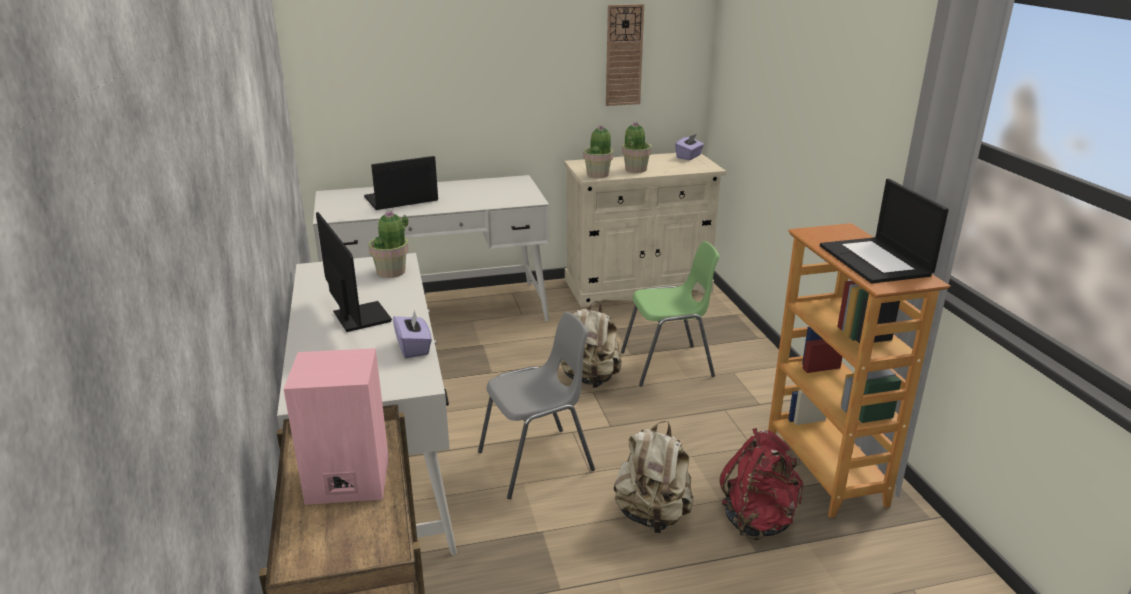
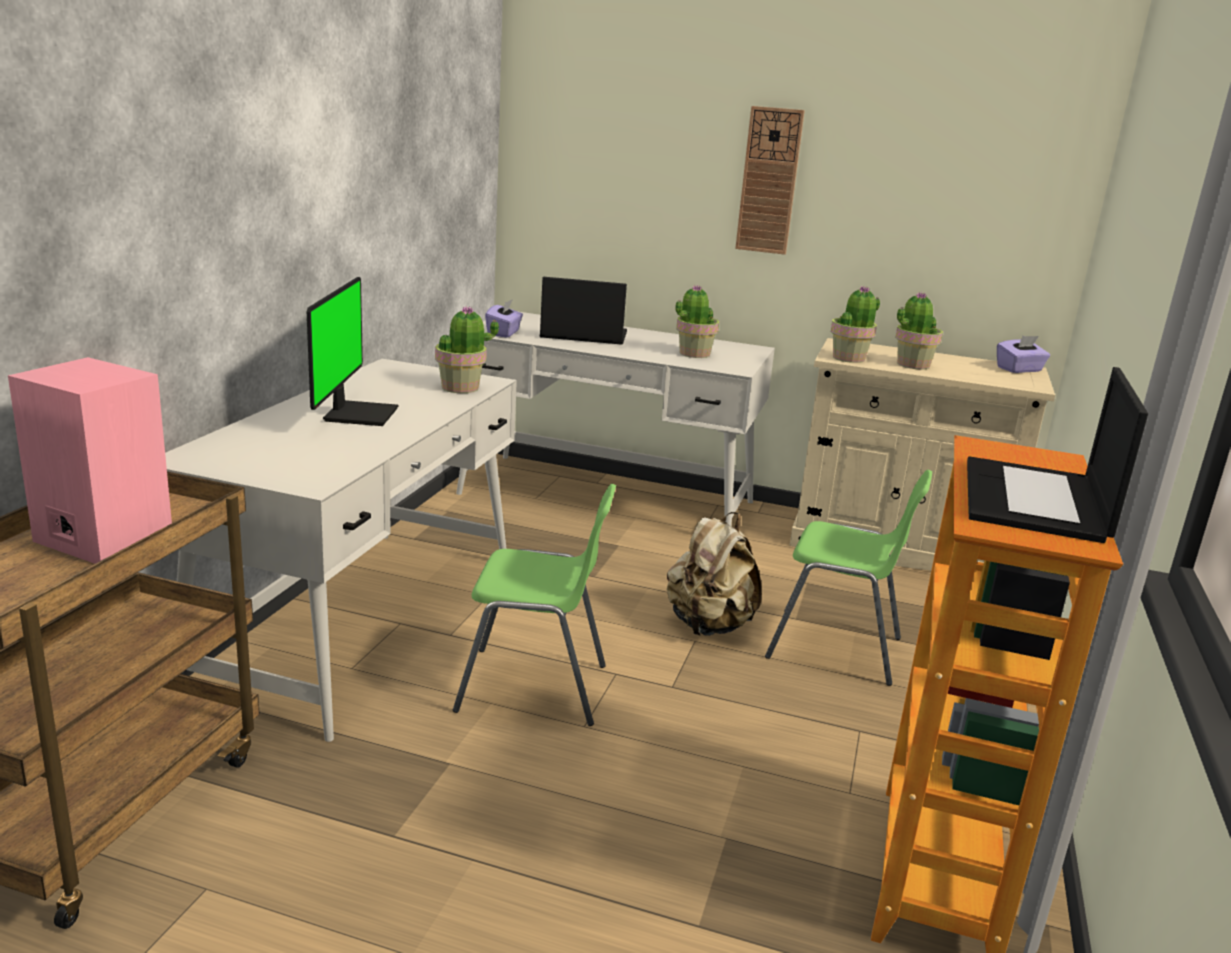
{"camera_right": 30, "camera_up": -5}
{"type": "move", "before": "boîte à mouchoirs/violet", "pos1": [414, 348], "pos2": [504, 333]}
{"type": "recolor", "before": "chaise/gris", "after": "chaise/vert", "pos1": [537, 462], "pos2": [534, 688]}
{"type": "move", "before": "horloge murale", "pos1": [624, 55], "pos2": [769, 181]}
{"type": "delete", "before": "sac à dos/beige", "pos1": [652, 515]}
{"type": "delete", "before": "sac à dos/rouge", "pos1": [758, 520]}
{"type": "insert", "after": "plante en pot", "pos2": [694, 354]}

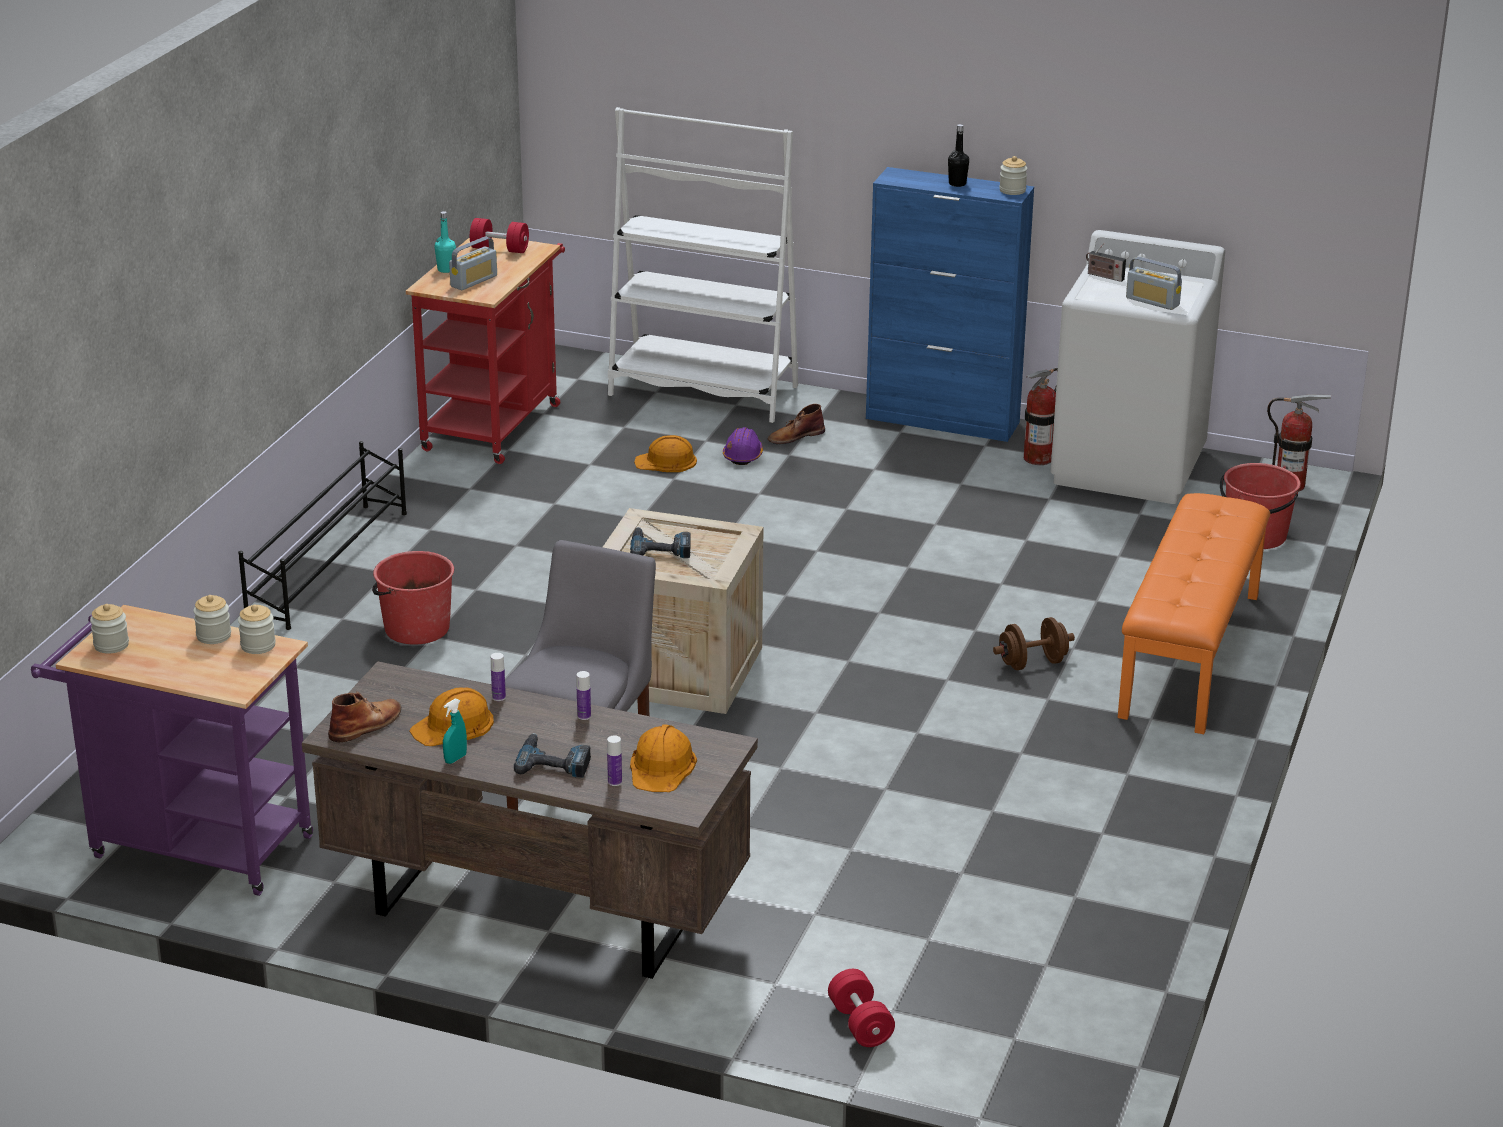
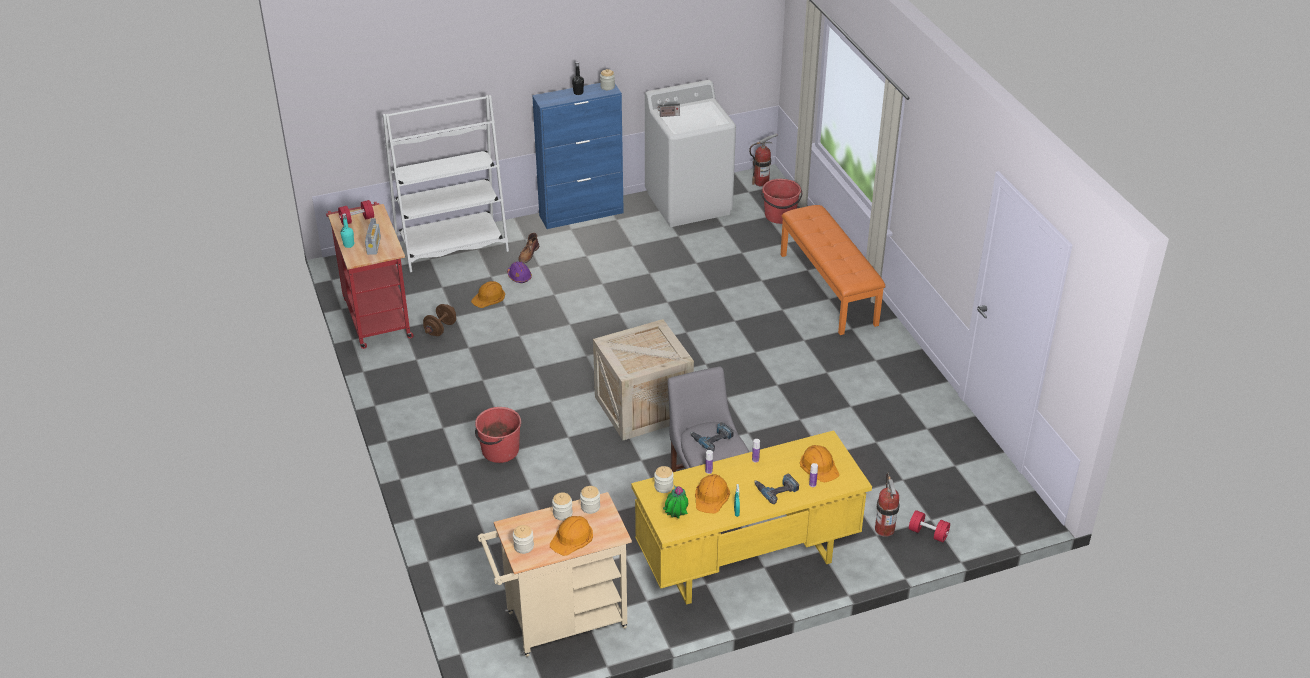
{"camera_right": -40, "camera_up": 10}
{"type": "recolor", "before": "chariot/violet", "after": "chariot/beige", "pos1": [190, 845], "pos2": [559, 623]}
{"type": "delete", "before": "étagère à chaussures/noir", "pos1": [329, 564]}
{"type": "recolor", "before": "bureau/marron", "after": "bureau/jaune", "pos1": [534, 912], "pos2": [746, 562]}
{"type": "replace", "before": "botte/marron", "after": "plante en pot", "pos1": [366, 724], "pos2": [676, 518]}
{"type": "move", "before": "perceuse", "pos1": [660, 548], "pos2": [712, 438]}
{"type": "move", "before": "haltère/marron", "pos1": [1032, 663], "pos2": [440, 329]}
{"type": "move", "before": "extincteur", "pos1": [1038, 458], "pos2": [884, 529]}
{"type": "delete", "before": "radio", "pos1": [1152, 301]}
{"type": "insert", "after": "casque de chantier/orange", "pos2": [572, 538]}
{"type": "insert", "after": "bocal", "pos2": [663, 486]}

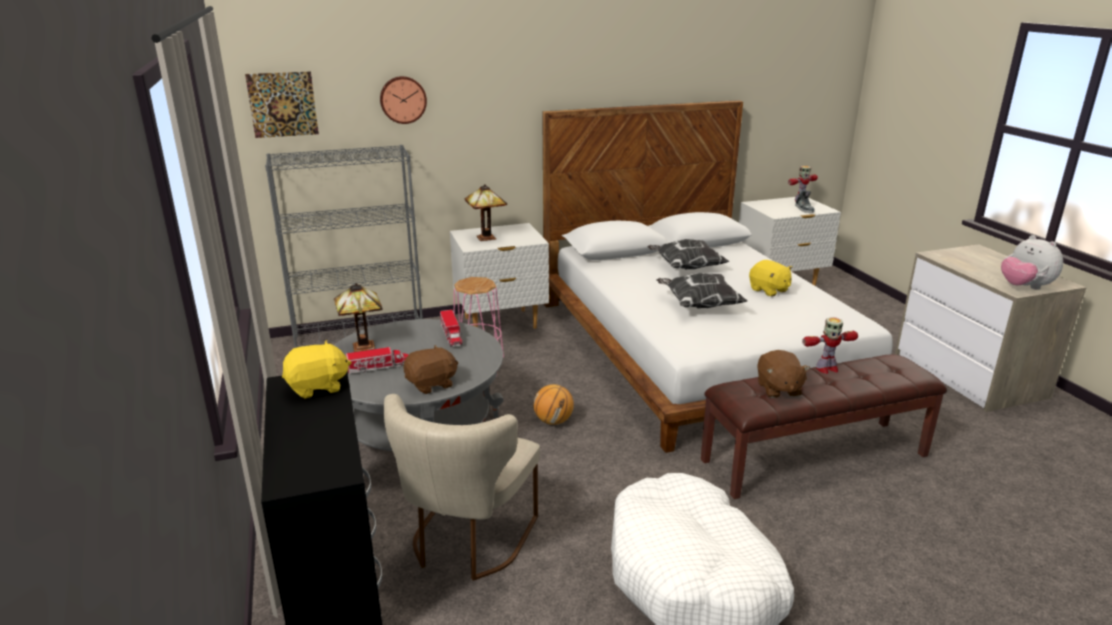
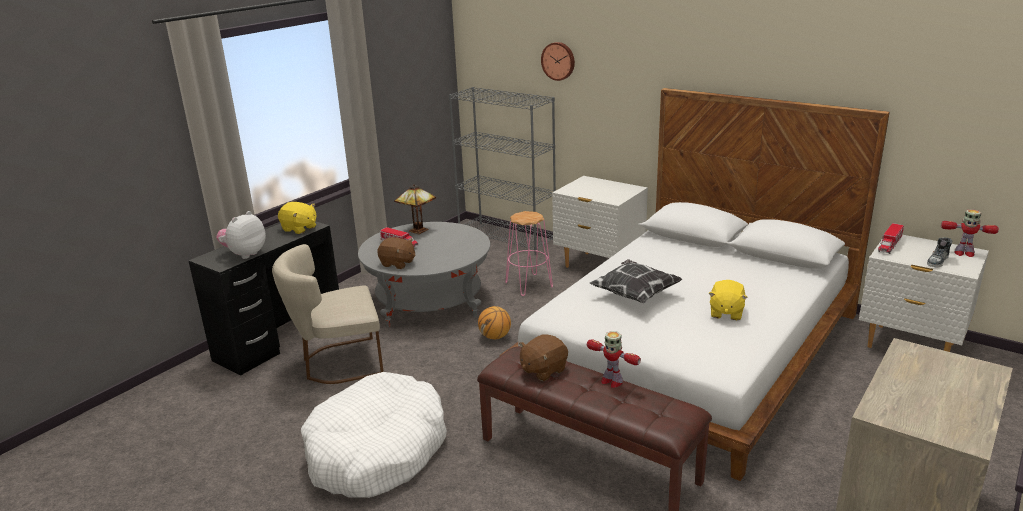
{"camera_right": 55, "camera_up": 0}
{"type": "delete", "before": "tableau", "pos1": [283, 104]}
{"type": "move", "before": "camion jouet", "pos1": [451, 335], "pos2": [889, 245]}
{"type": "delete", "before": "lampe de table", "pos1": [487, 237]}
{"type": "delete", "before": "coussin", "pos1": [686, 267]}
{"type": "move", "before": "peluche", "pos1": [1024, 287], "pos2": [245, 254]}

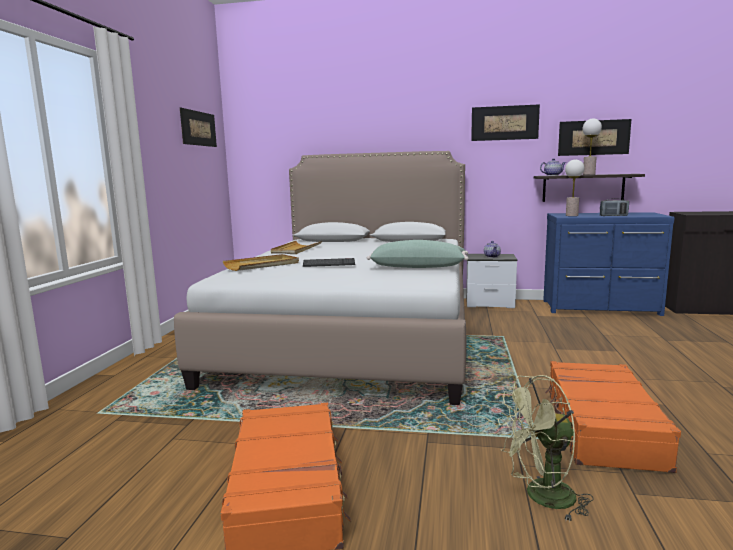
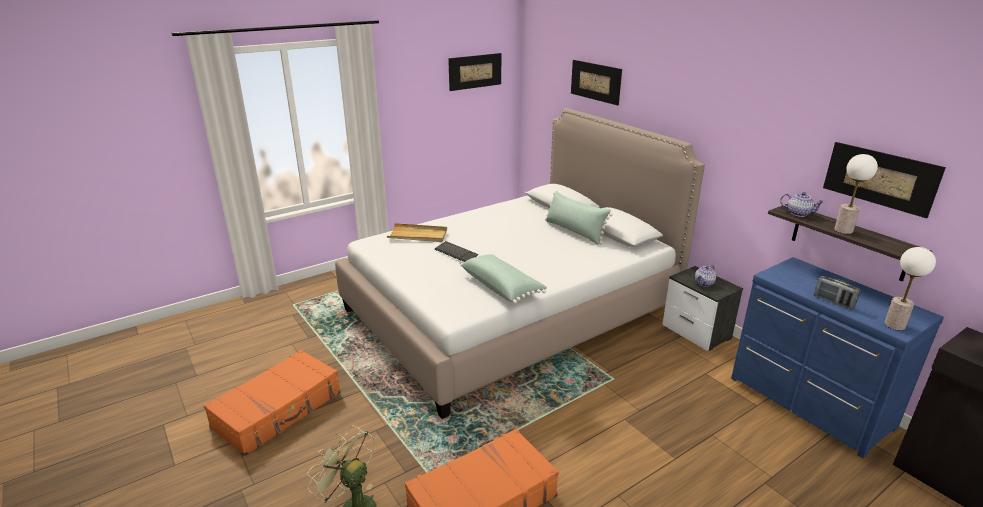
{"camera_right": 45, "camera_up": 15}
{"type": "delete", "before": "plateau/beige", "pos1": [296, 249]}
{"type": "move", "before": "tableau", "pos1": [504, 123], "pos2": [595, 81]}
{"type": "move", "before": "lampe de table", "pos1": [571, 215], "pos2": [894, 325]}
{"type": "insert", "after": "coussin/vert", "pos2": [574, 231]}

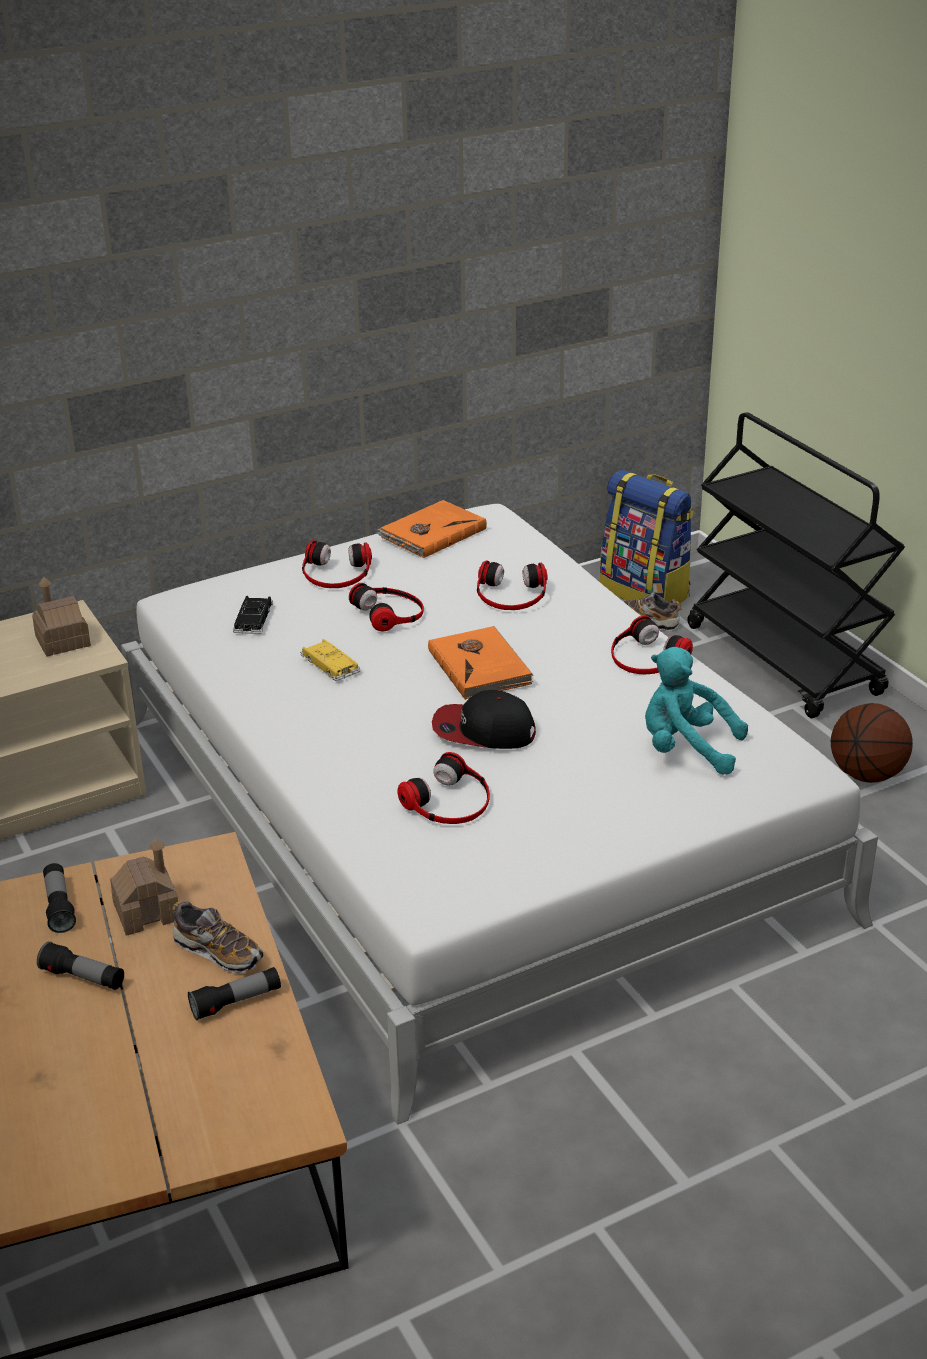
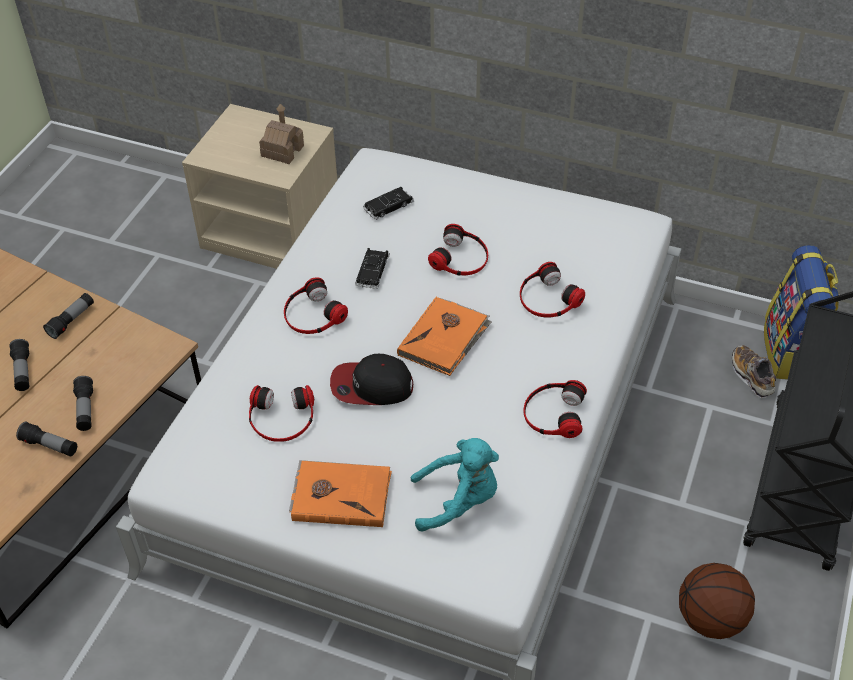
{"camera_right": 50, "camera_up": 15}
{"type": "delete", "before": "maison miniature", "pos1": [146, 911]}
{"type": "replace", "before": "chaussure", "after": "lampe de poche", "pos1": [218, 952], "pos2": [85, 409]}
{"type": "recolor", "before": "petite voiture/jaune", "after": "petite voiture/noir", "pos1": [330, 665], "pos2": [372, 271]}
{"type": "move", "before": "casque audio", "pos1": [336, 573], "pos2": [312, 314]}
{"type": "move", "before": "livre/orange", "pos1": [431, 533], "pos2": [341, 495]}
{"type": "rotate", "before": "casquette", "pos1": [483, 731], "pos2": [371, 386], "turn": -60}
{"type": "rotate", "before": "peluche/turquoise", "pos1": [686, 749], "pos2": [458, 501], "turn": 105}

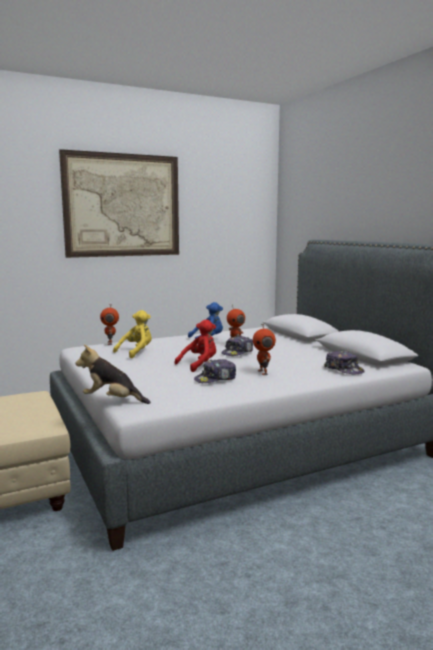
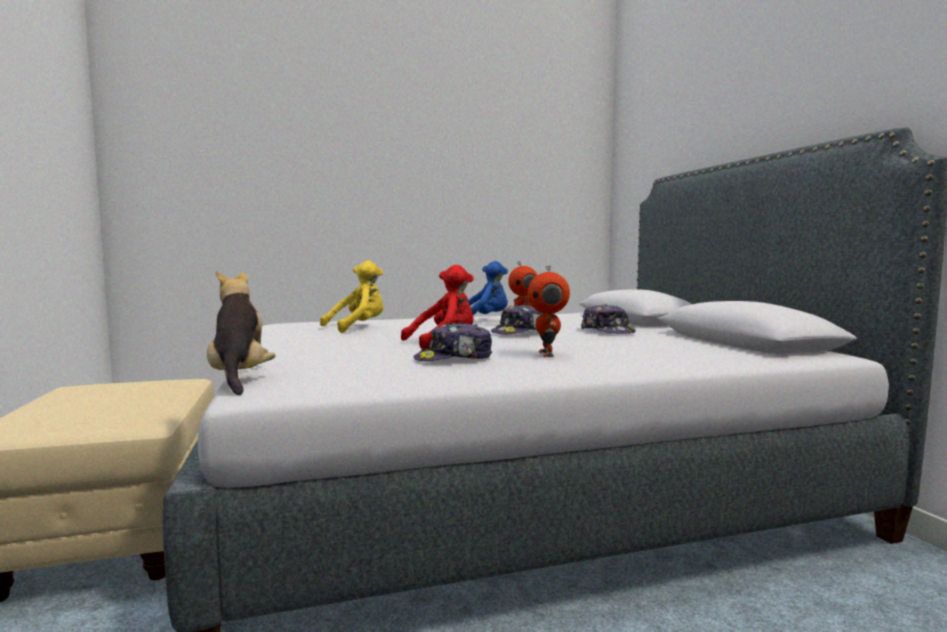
{"camera_right": 10, "camera_up": -5}
{"type": "delete", "before": "tableau", "pos1": [122, 205]}
{"type": "rotate", "before": "peluche", "pos1": [112, 400], "pos2": [239, 378], "turn": 45}
{"type": "delete", "before": "robot jouet", "pos1": [110, 343]}
{"type": "move", "before": "casquette", "pos1": [344, 369], "pos2": [608, 331]}

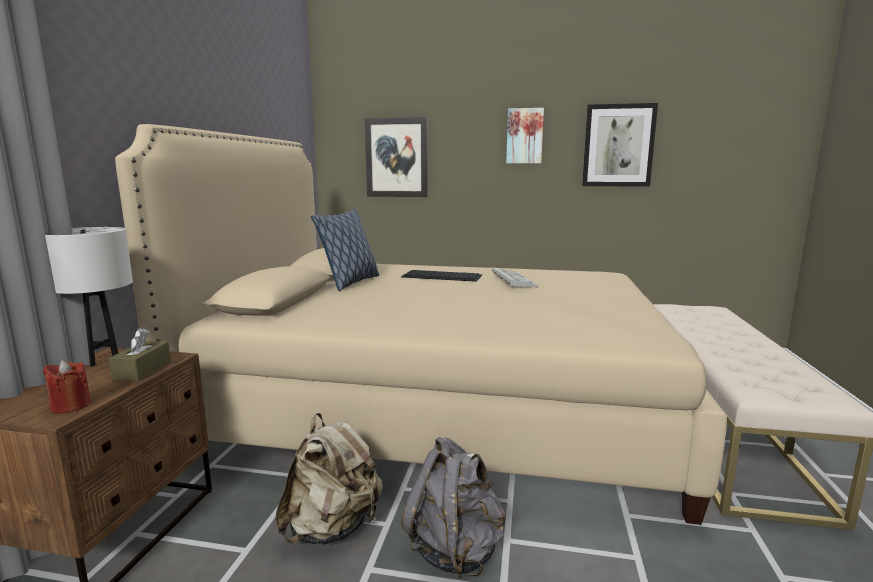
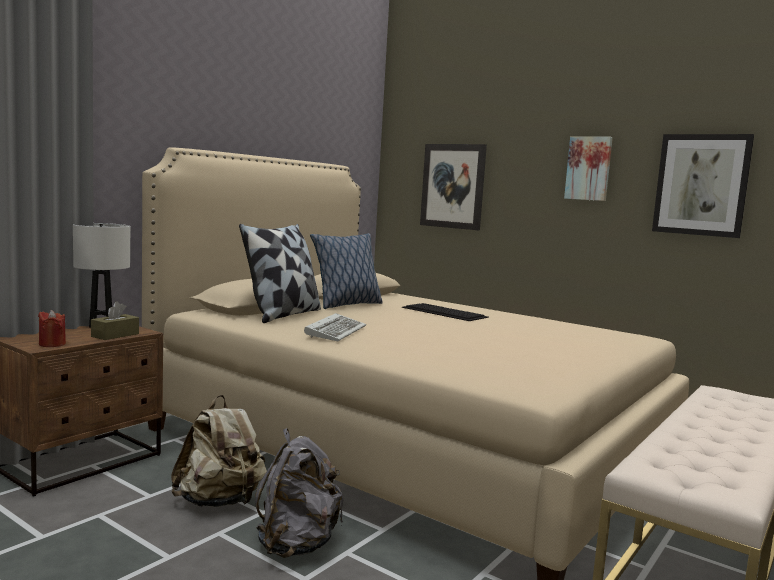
{"camera_right": 25, "camera_up": -5}
{"type": "move", "before": "clavier", "pos1": [512, 280], "pos2": [335, 331]}
{"type": "insert", "after": "coussin", "pos2": [283, 314]}

